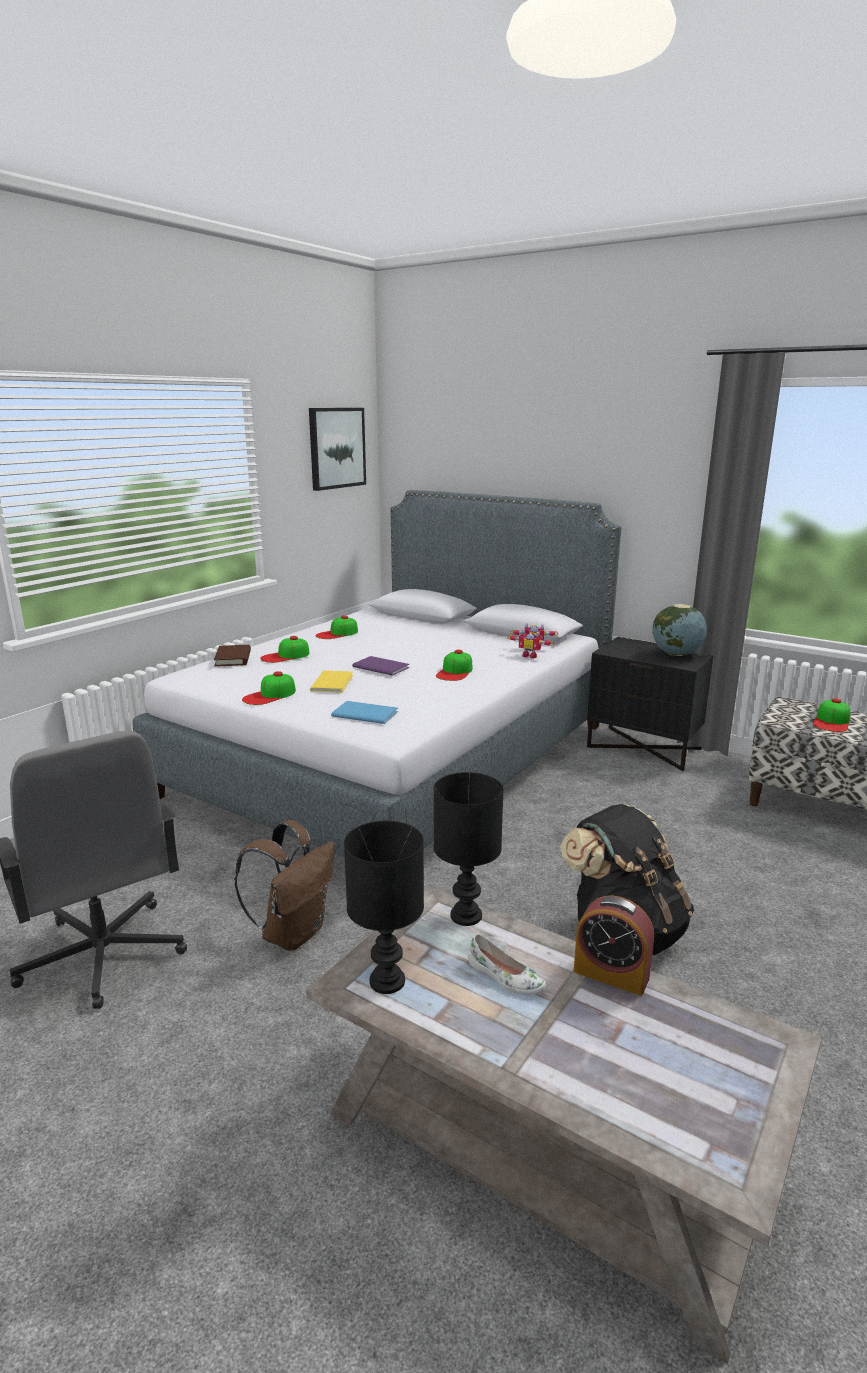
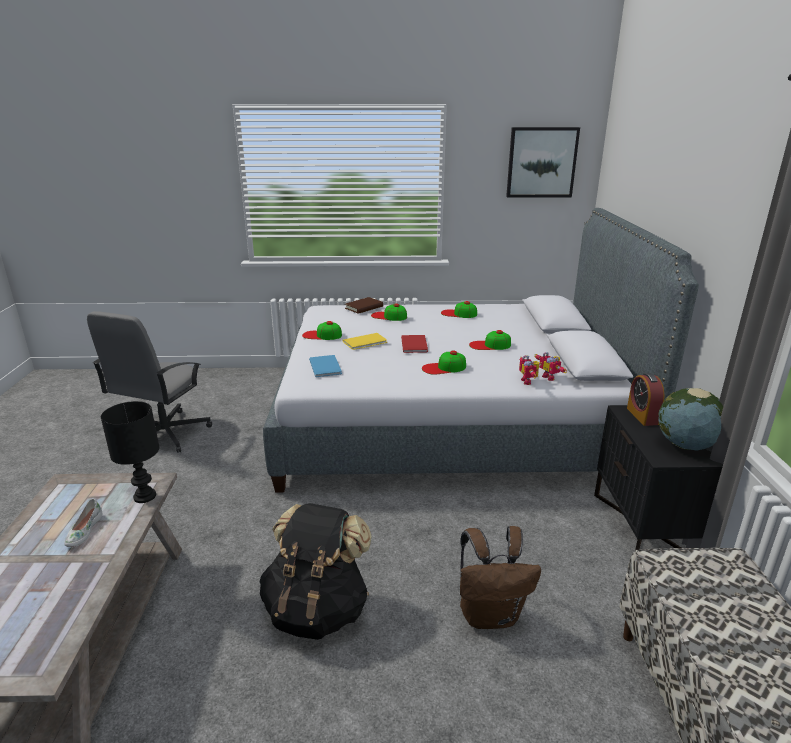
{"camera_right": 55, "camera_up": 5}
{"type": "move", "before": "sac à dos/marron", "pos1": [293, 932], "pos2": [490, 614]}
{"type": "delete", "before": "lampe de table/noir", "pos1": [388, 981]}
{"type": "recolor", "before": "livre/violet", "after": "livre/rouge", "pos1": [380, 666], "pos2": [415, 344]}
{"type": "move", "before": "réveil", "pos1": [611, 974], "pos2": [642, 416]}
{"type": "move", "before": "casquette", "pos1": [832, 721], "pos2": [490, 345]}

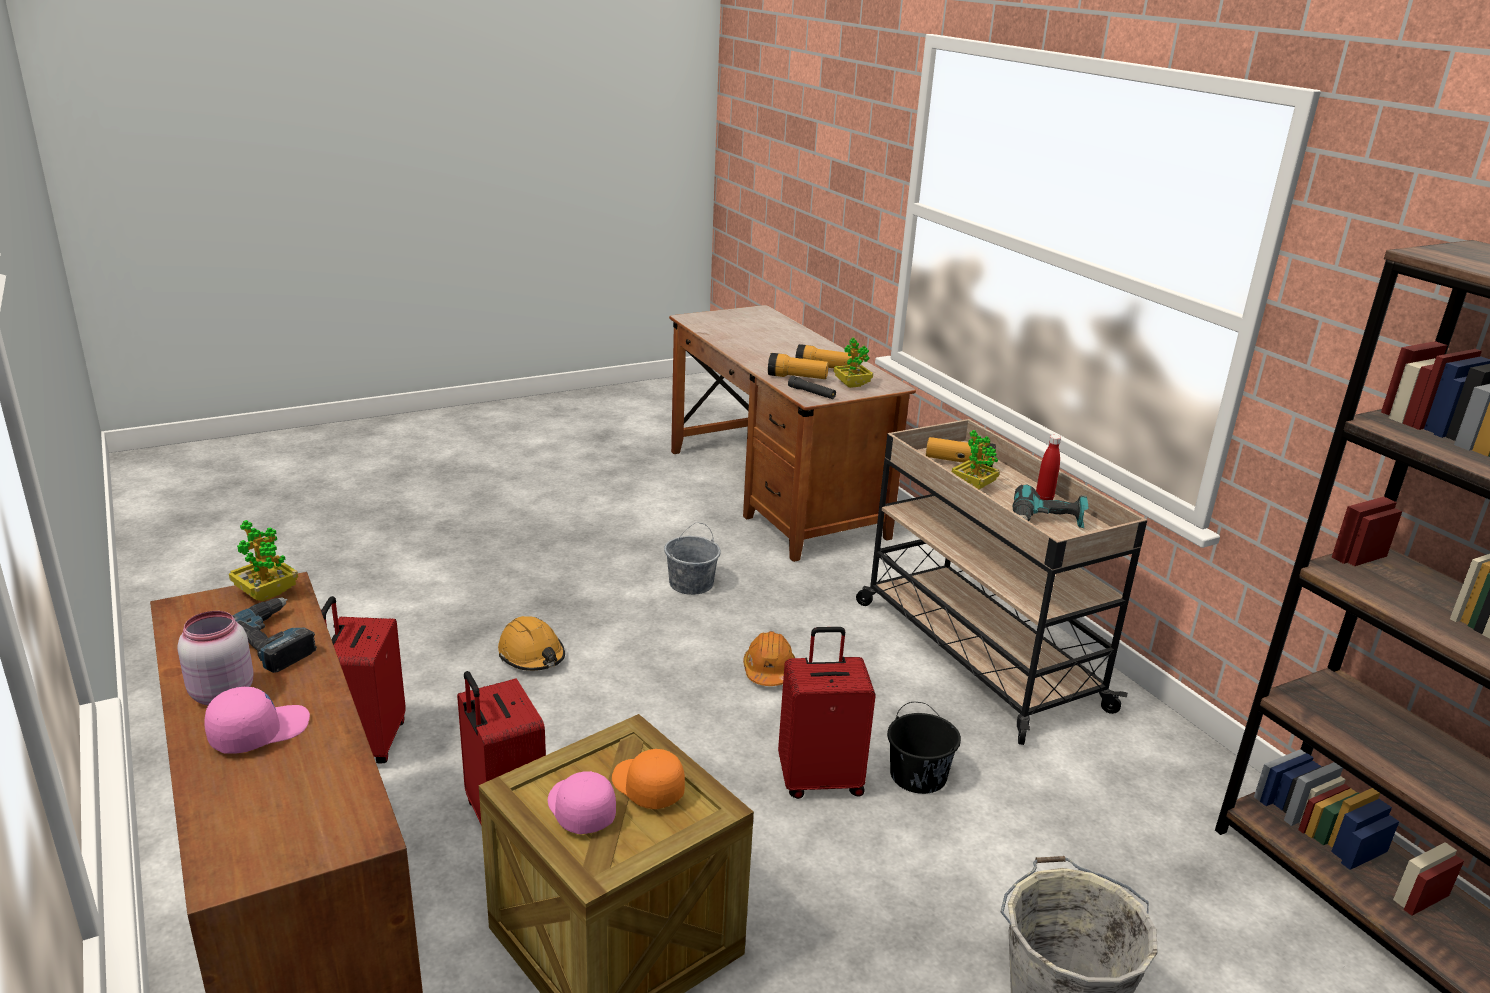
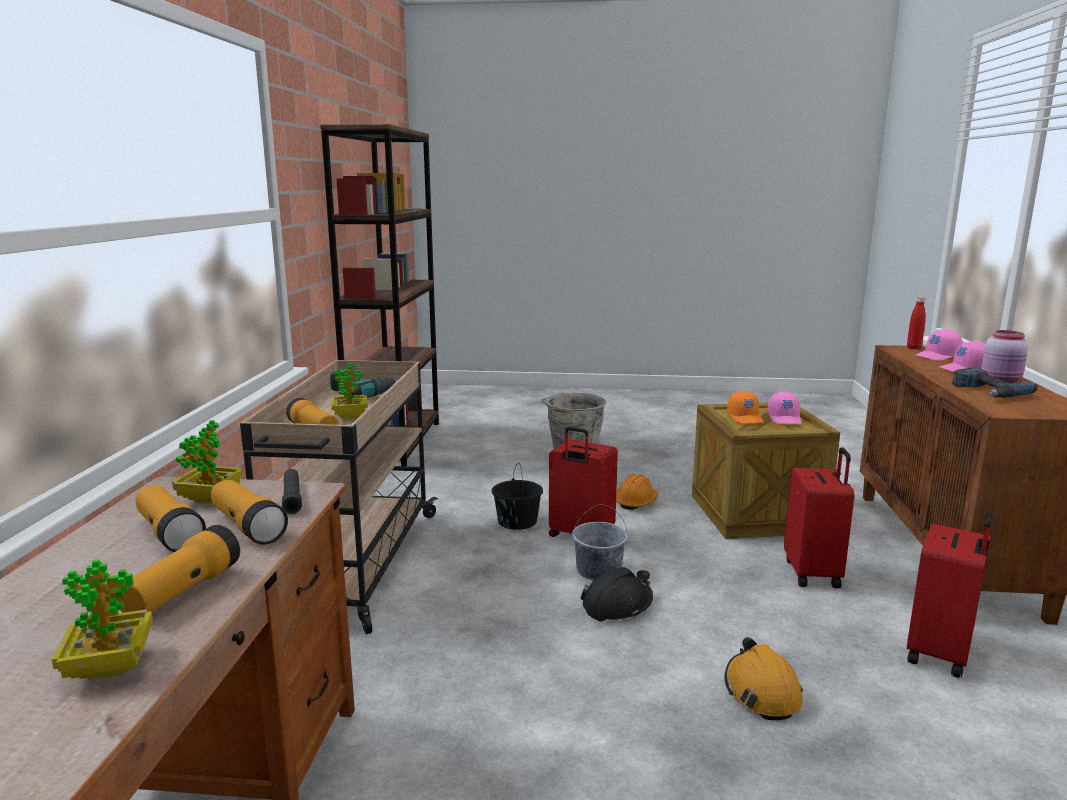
{"camera_right": -145, "camera_up": -10}
{"type": "move", "before": "plante en pot", "pos1": [266, 593], "pos2": [110, 667]}
{"type": "move", "before": "seau/gris", "pos1": [691, 584], "pos2": [598, 570]}
{"type": "move", "before": "casque de chantier/orange", "pos1": [768, 670], "pos2": [636, 502]}
{"type": "move", "before": "bouteille/rouge", "pos1": [1044, 499], "pos2": [913, 348]}
{"type": "insert", "after": "lampe de poche", "pos2": [183, 592]}
{"type": "insert", "after": "casque de chantier/noir", "pos2": [617, 605]}
{"type": "insert", "after": "casquette/rose", "pos2": [938, 356]}

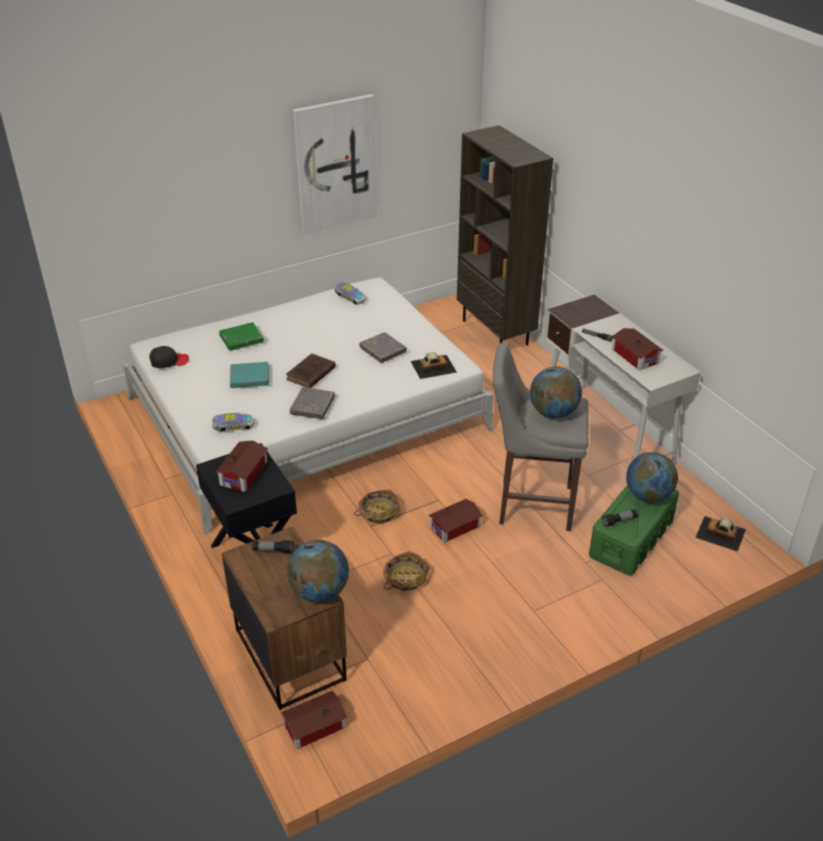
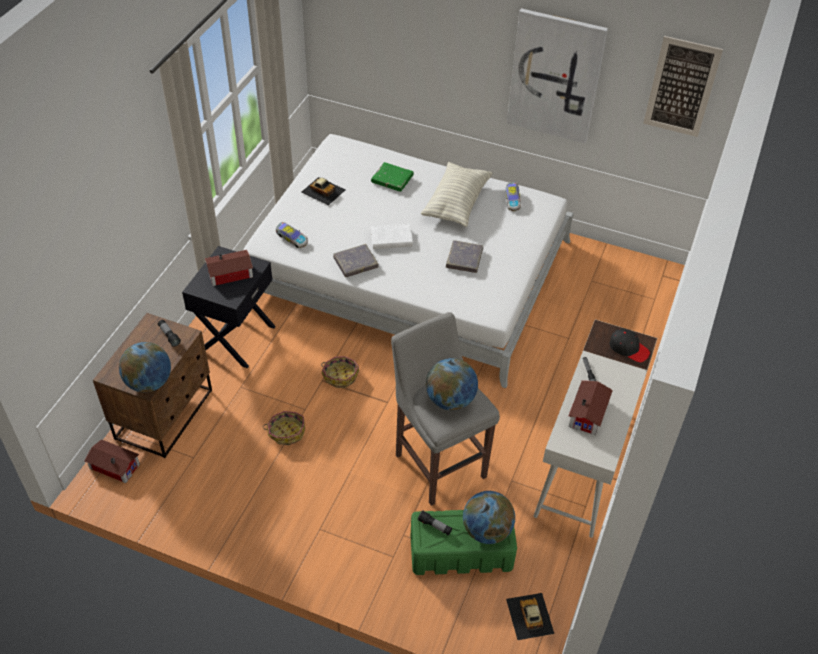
{"camera_right": 50, "camera_up": 10}
{"type": "move", "before": "casquette/noir", "pos1": [169, 361], "pos2": [628, 348]}
{"type": "delete", "before": "livre/turquoise", "pos1": [249, 377]}
{"type": "recolor", "before": "livre/marron", "after": "livre/blanc", "pos1": [310, 374], "pos2": [390, 239]}
{"type": "move", "before": "petite voiture", "pos1": [433, 366], "pos2": [323, 190]}
{"type": "delete", "before": "maison miniature", "pos1": [457, 527]}
{"type": "delete", "before": "bibliothèque/marron", "pos1": [496, 332]}
{"type": "insert", "after": "coussin", "pos2": [456, 203]}
{"type": "insert", "after": "tableau", "pos2": [681, 87]}

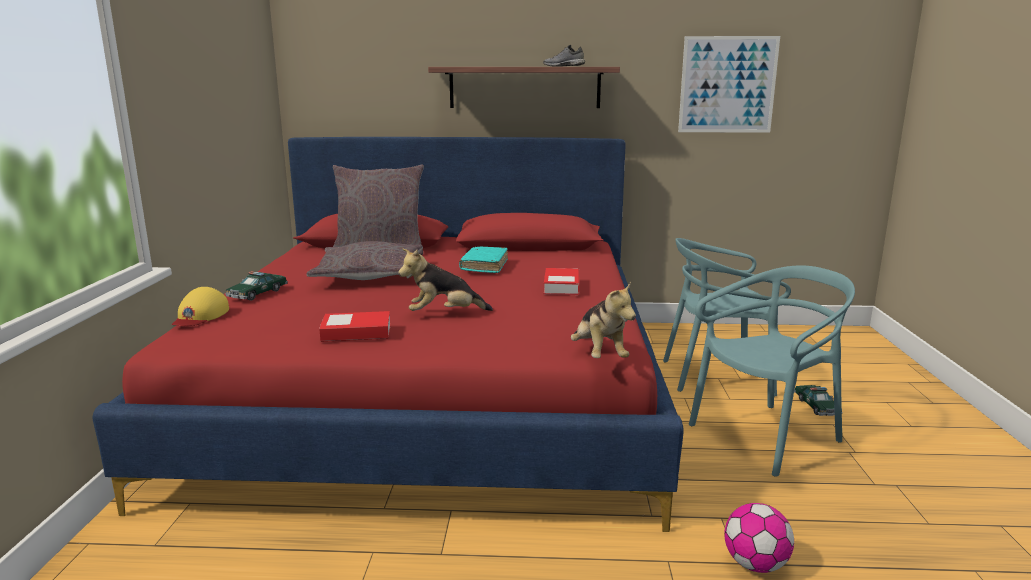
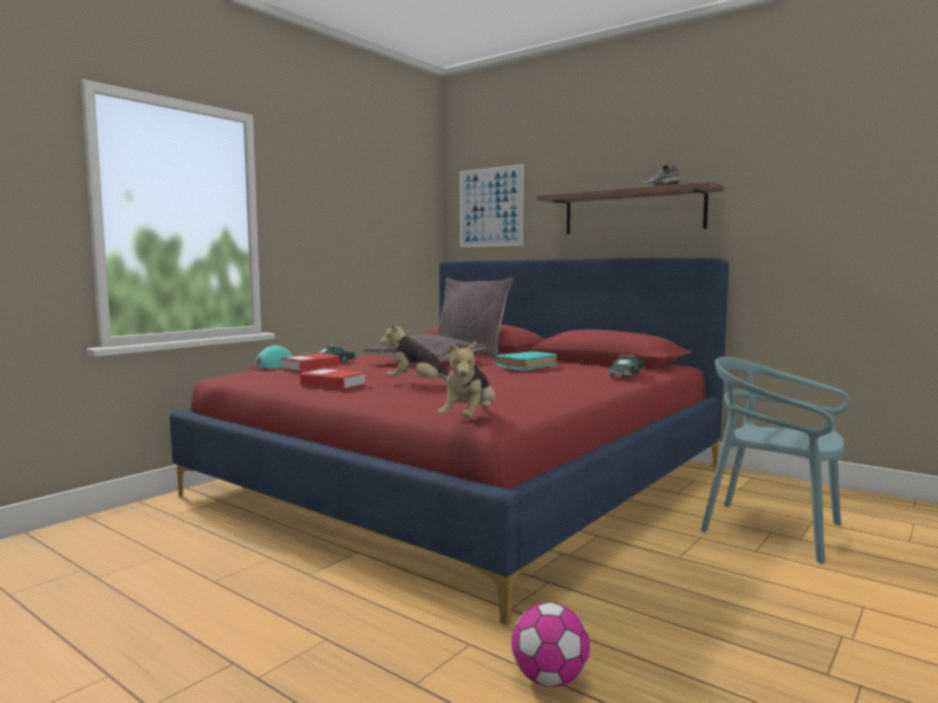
{"camera_right": 35, "camera_up": -10}
{"type": "recolor", "before": "casquette/jaune", "after": "casquette/turquoise", "pos1": [200, 316], "pos2": [271, 366]}
{"type": "move", "before": "livre", "pos1": [561, 286], "pos2": [310, 367]}
{"type": "move", "before": "tableau", "pos1": [727, 85], "pos2": [491, 207]}
{"type": "delete", "before": "chaise/turquoise", "pos1": [766, 436]}
{"type": "move", "before": "petite voiture", "pos1": [816, 406], "pos2": [625, 374]}

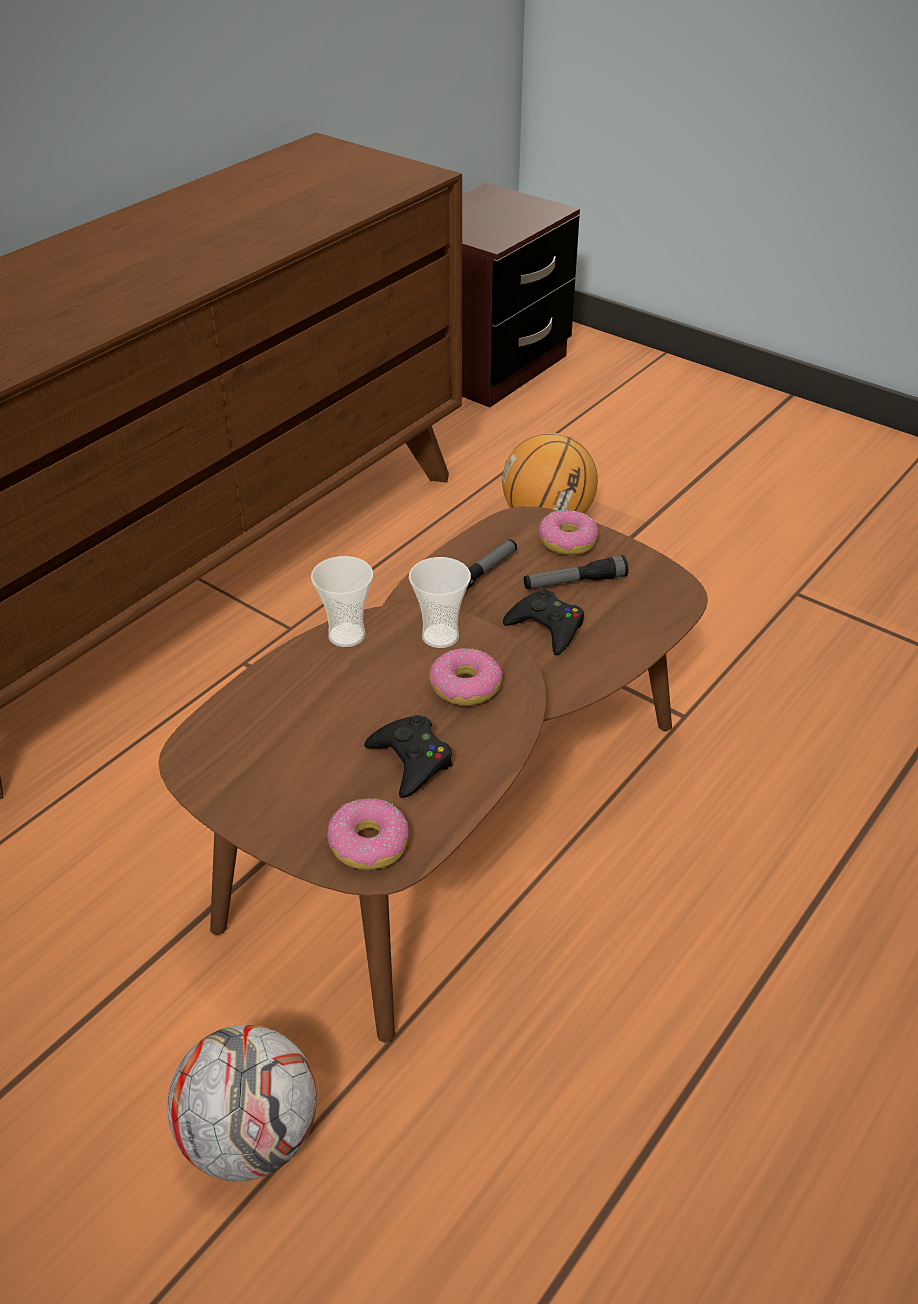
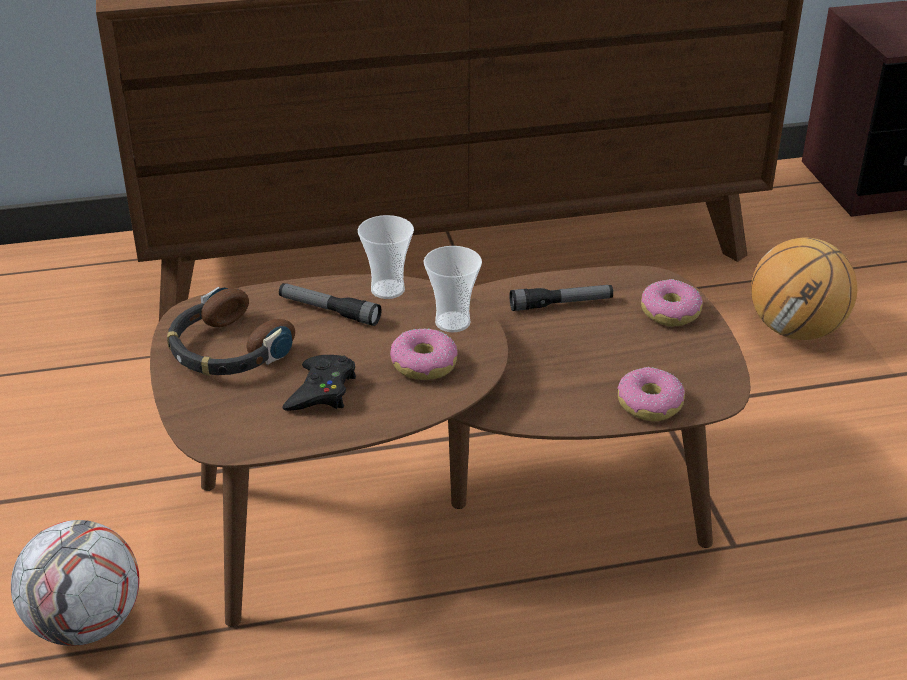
{"camera_right": 40, "camera_up": -5}
{"type": "move", "before": "beignet", "pos1": [368, 844], "pos2": [649, 404]}
{"type": "delete", "before": "manette/noir", "pos1": [547, 627]}
{"type": "move", "before": "lampe de poche", "pos1": [574, 582], "pos2": [329, 311]}
{"type": "insert", "after": "casque audio", "pos2": [227, 350]}

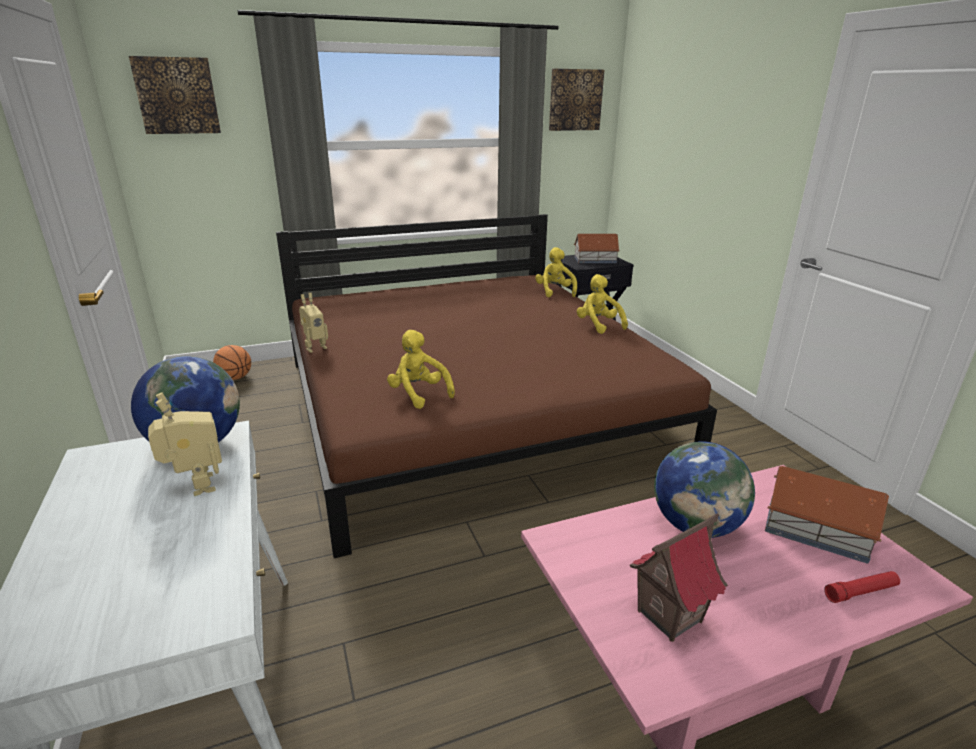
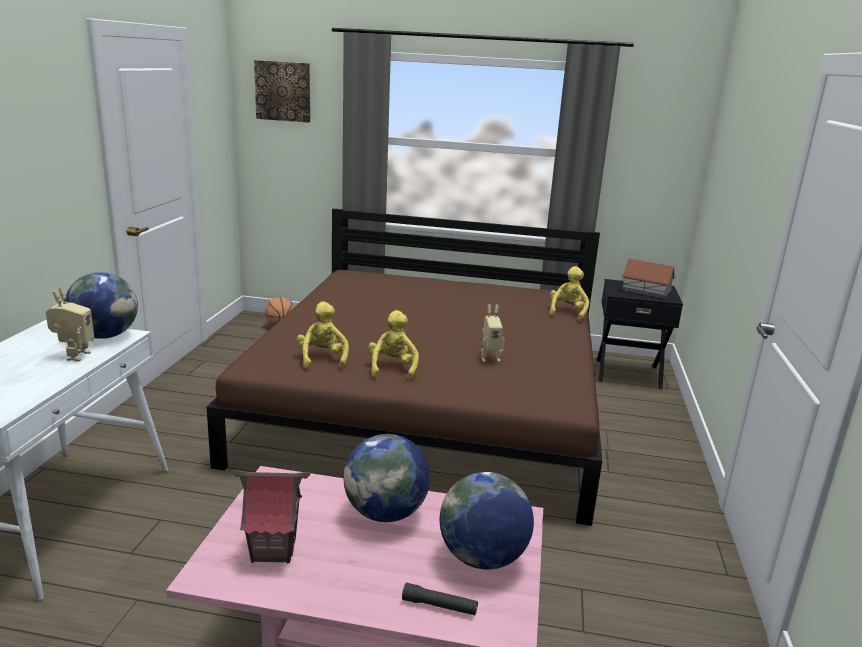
{"camera_right": 30, "camera_up": -5}
{"type": "move", "before": "robot jouet", "pos1": [315, 347], "pos2": [489, 358]}
{"type": "delete", "before": "tableau", "pos1": [575, 100]}
{"type": "move", "before": "peluche/jaune", "pos1": [598, 325], "pos2": [393, 368]}
{"type": "replace", "before": "maison miniature", "after": "globe", "pos1": [817, 530], "pos2": [482, 558]}
{"type": "recolor", "before": "lampe de poche/rouge", "after": "lampe de poche/noir", "pos1": [861, 592], "pos2": [439, 606]}

